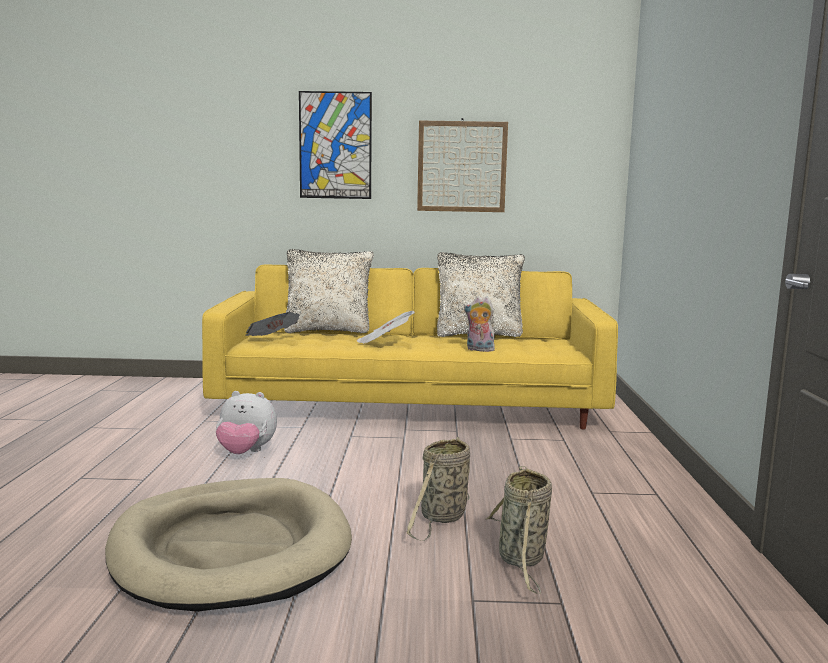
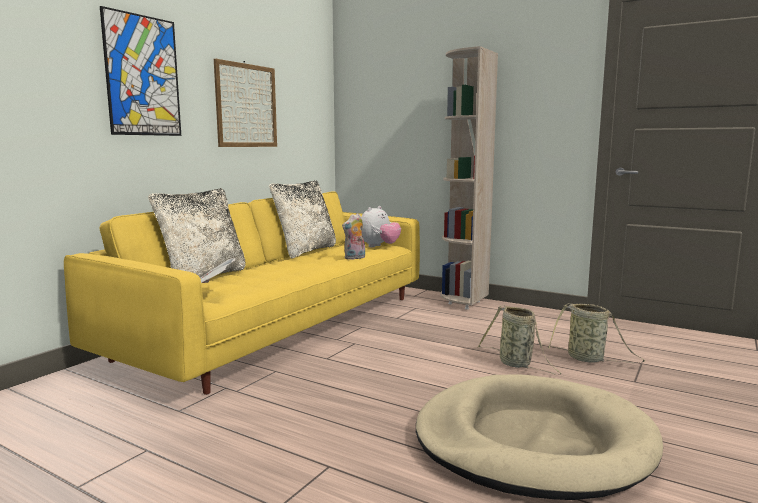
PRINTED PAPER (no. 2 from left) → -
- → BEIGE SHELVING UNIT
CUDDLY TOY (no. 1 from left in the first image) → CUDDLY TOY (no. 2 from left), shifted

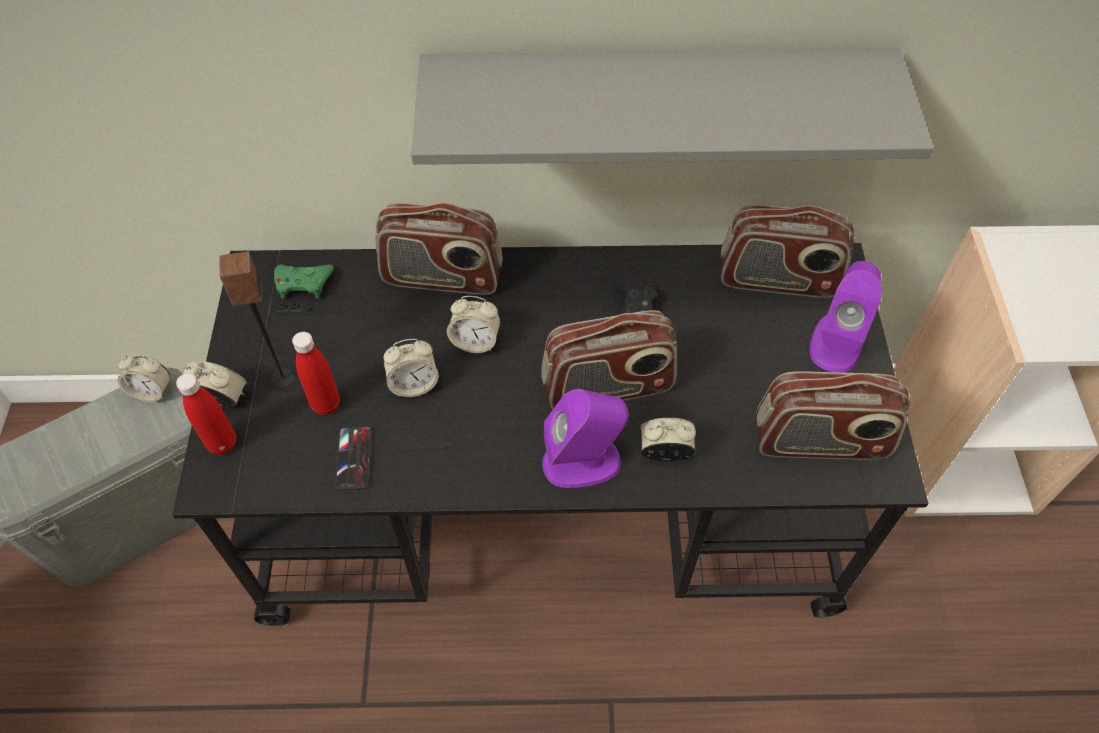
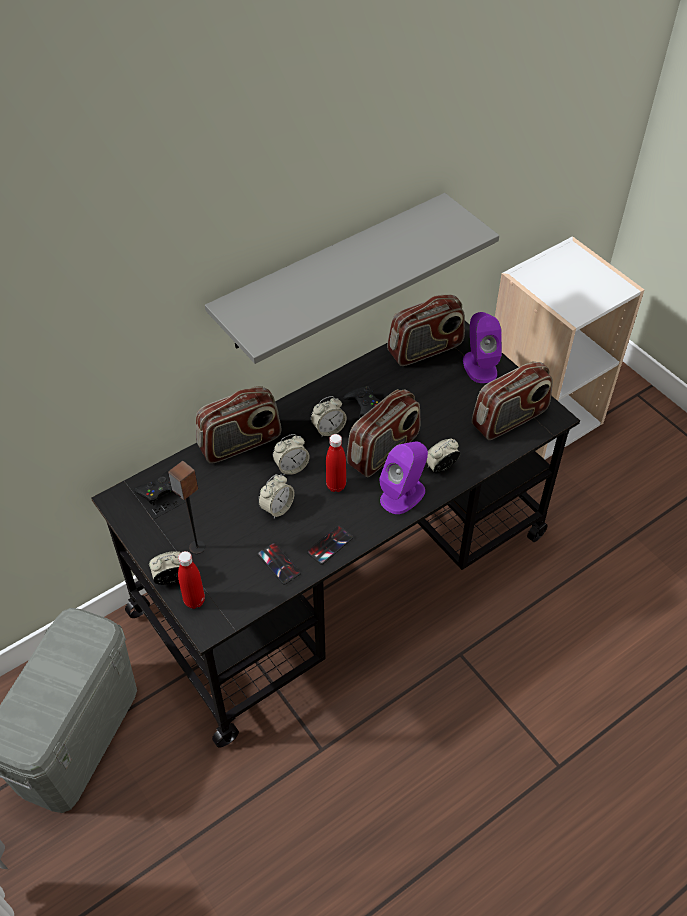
- → TELEPHONE (no. 2 from left)
ALARM CLOCK (no. 1 from left in the first image) → ALARM CLOCK (no. 4 from left), shifted
REDDISH BEVERAGE BOTTLE (no. 2 from left), shifted
GREENISH GAME CONTROLLER → BLACK-COLOURED GAME CONTROLLER (no. 1 from left)

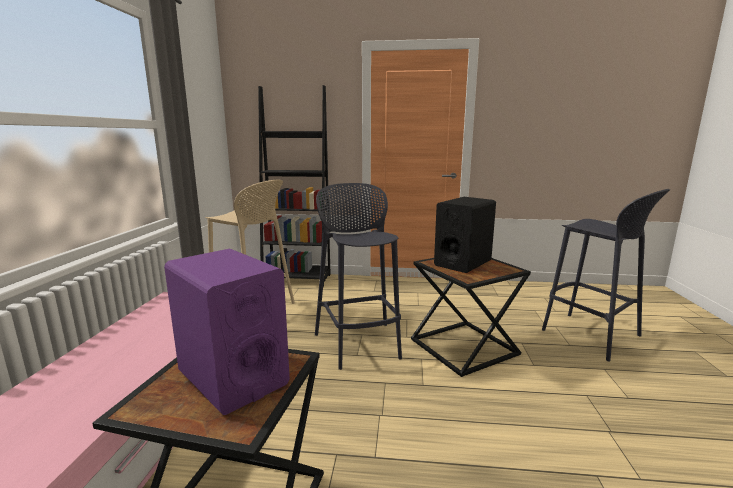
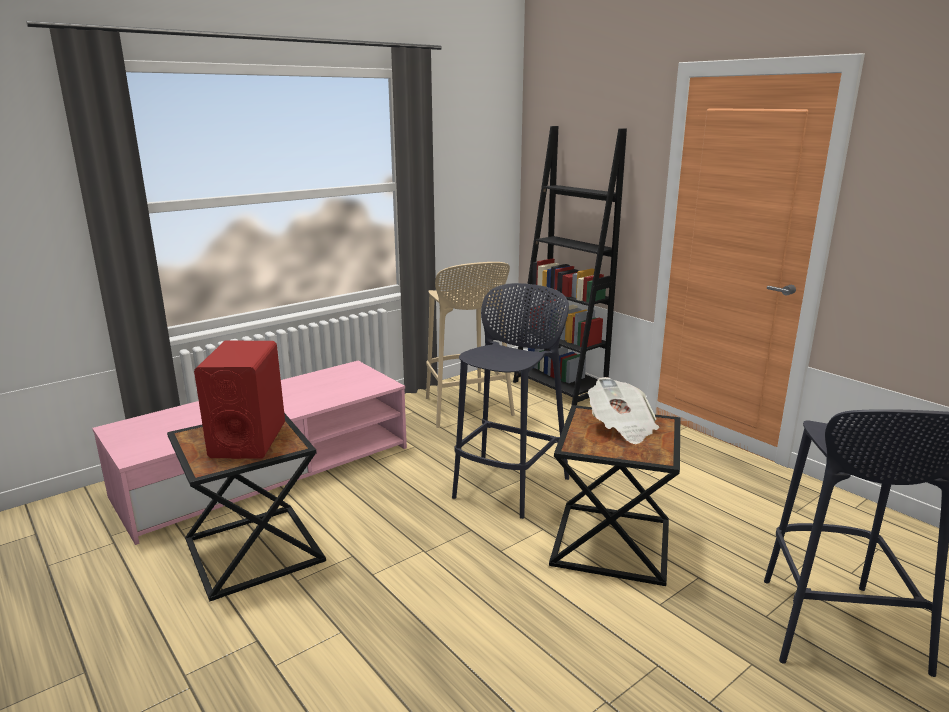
BLACK-COLOURED SPEAKER → PRINTED PAPER
PURPLISH SPEAKER → REDDISH SPEAKER

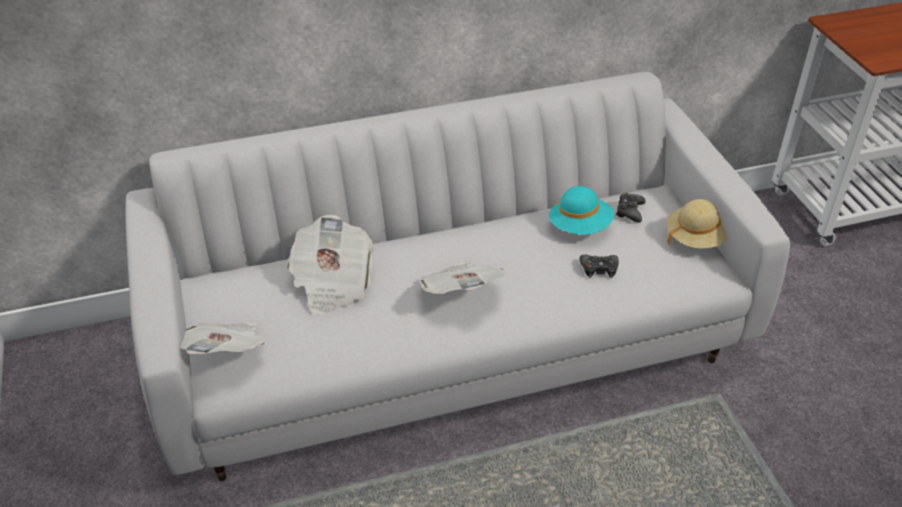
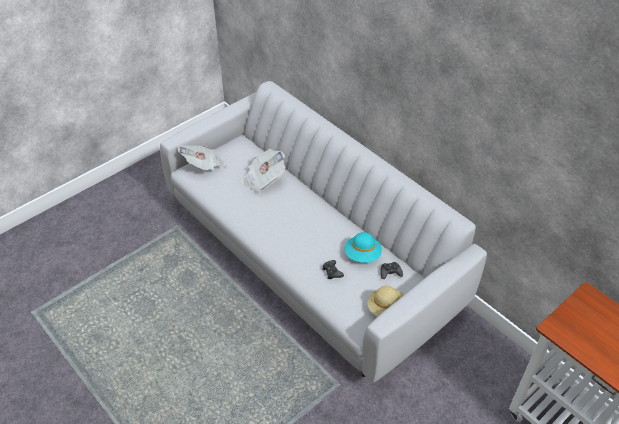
PRINTED PAPER (no. 3 from left) → -

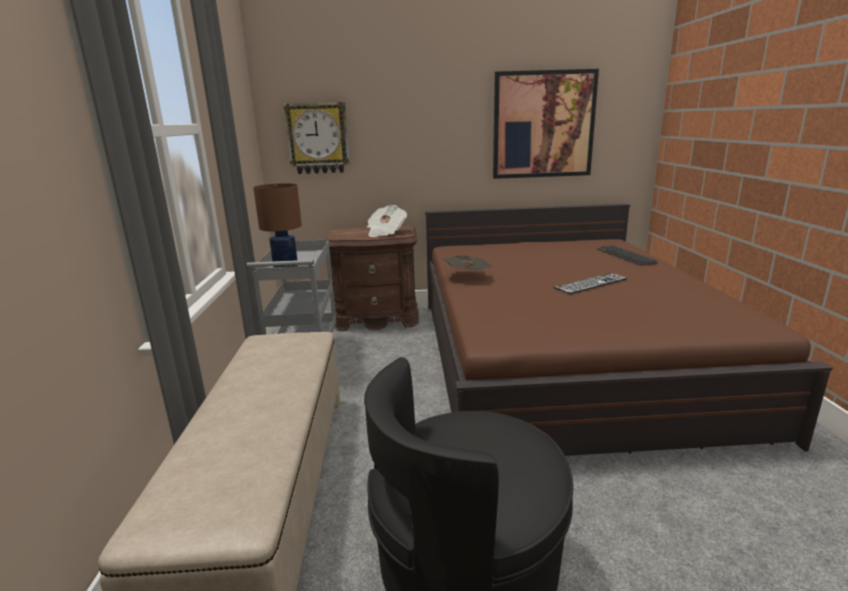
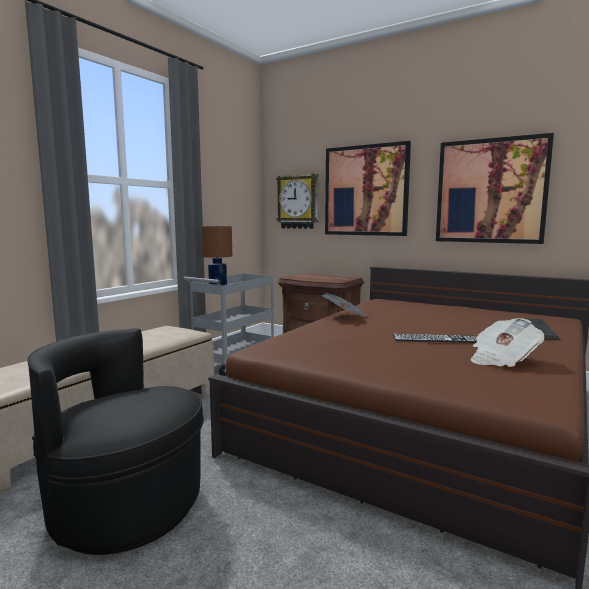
- → WALL ART (no. 1 from left)
PRINTED PAPER (no. 1 from left in the first image) → PRINTED PAPER (no. 2 from left), shifted

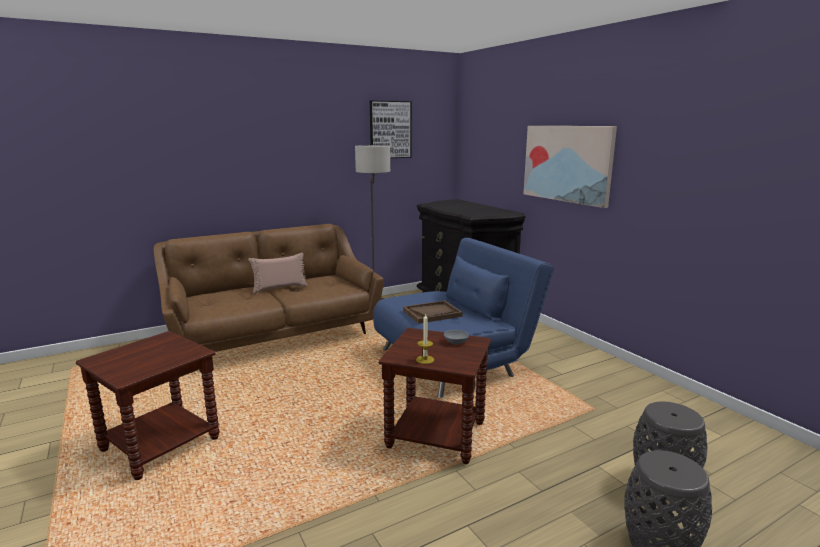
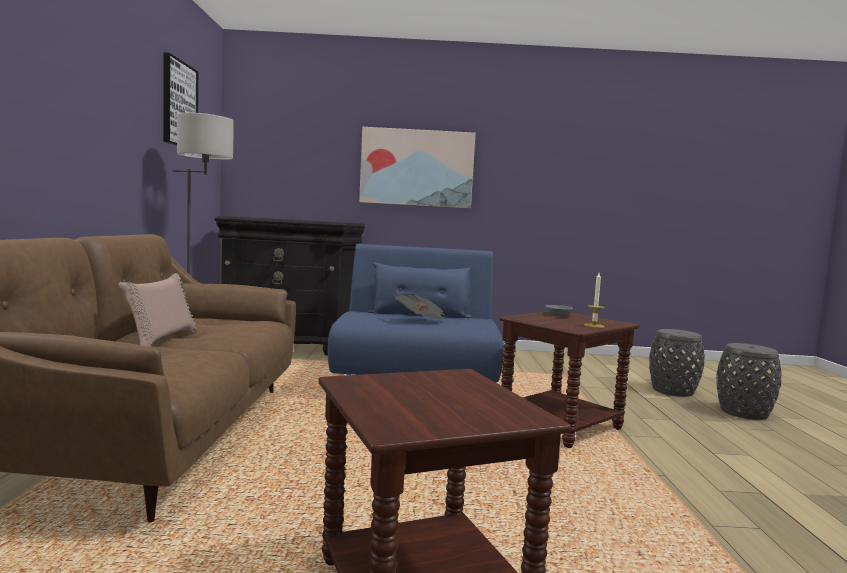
BROWN SERVING TRAY → PRINTED PAPER

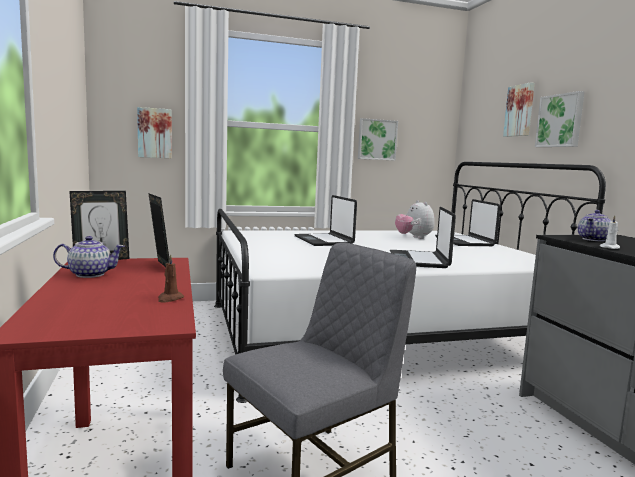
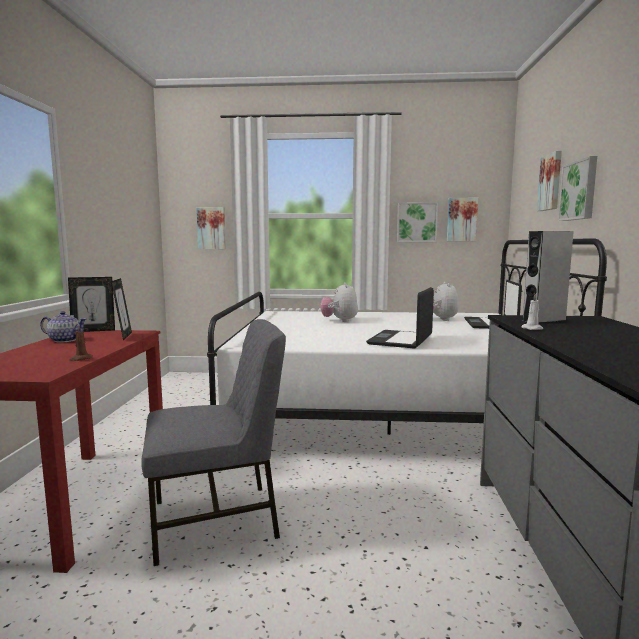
- → WALL ART (no. 3 from left)
NOTEBOOK COMPUTER (no. 1 from left) → CUDDLY TOY (no. 1 from left)
TEA POT (no. 2 from left) → GRAY SPEAKER

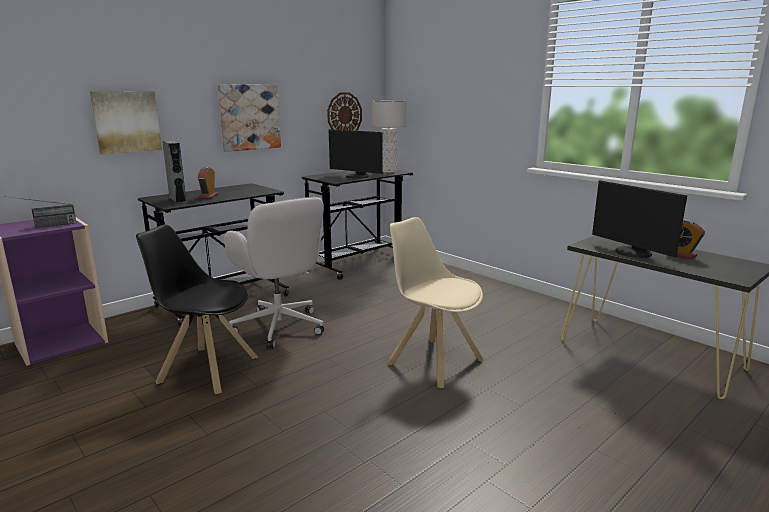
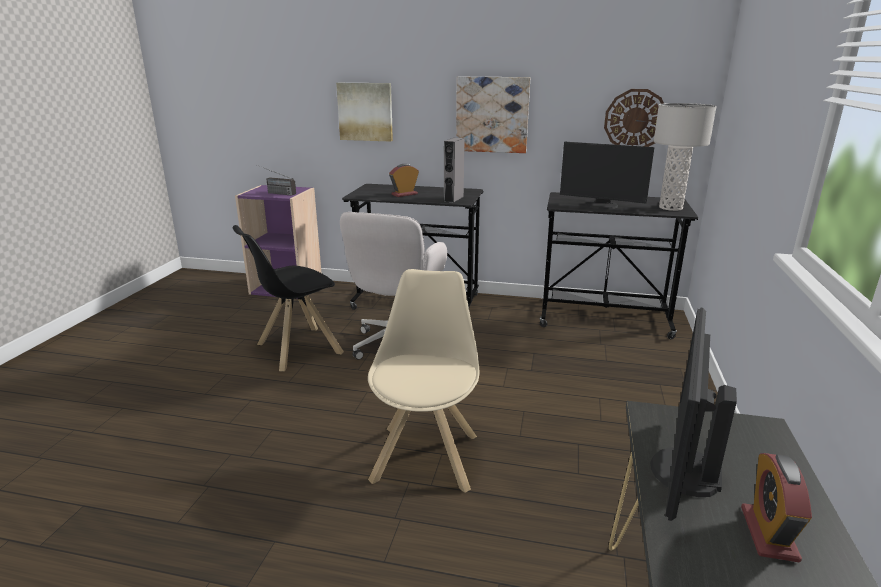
GRAY SPEAKER, shifted
BLACK-COLOURED CHAIR, 105 degrees counterclockwise
COMPUTER SCREEN (no. 1 from left), 60 degrees counterclockwise

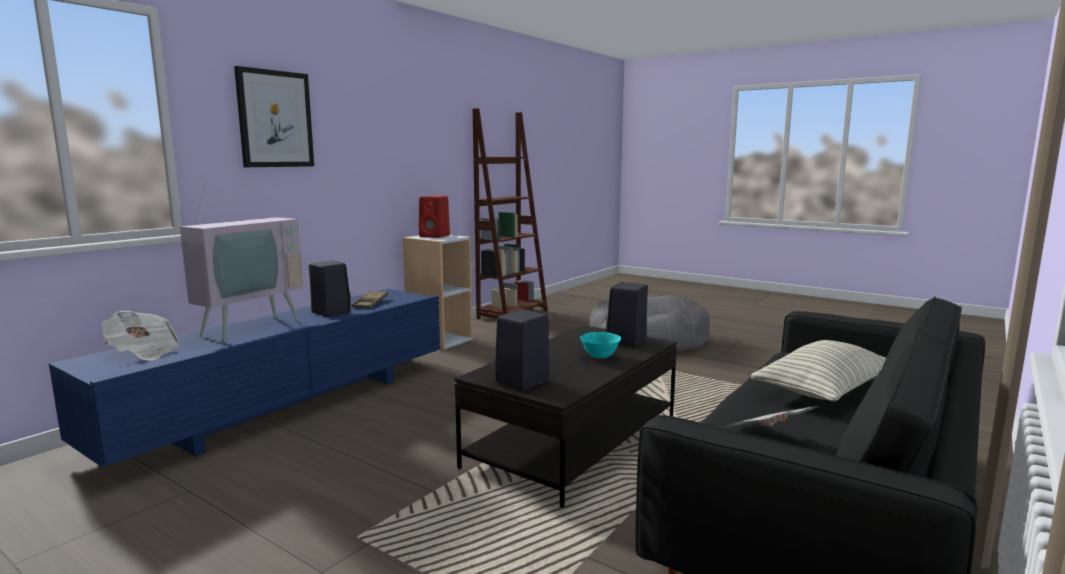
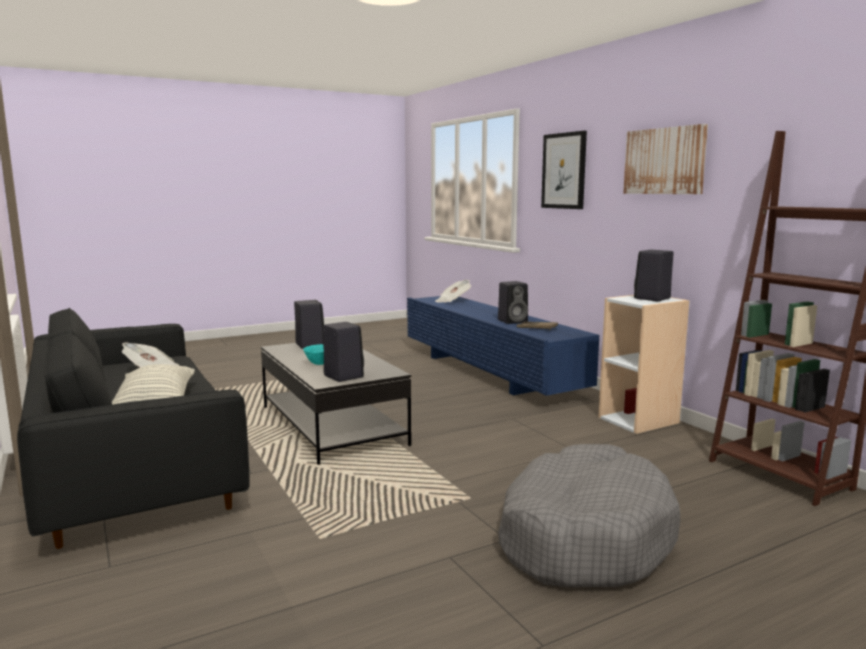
TV SET → -
- → WALL ART (no. 2 from left)
REDDISH SPEAKER → BLACK-COLOURED SPEAKER (no. 4 from left)

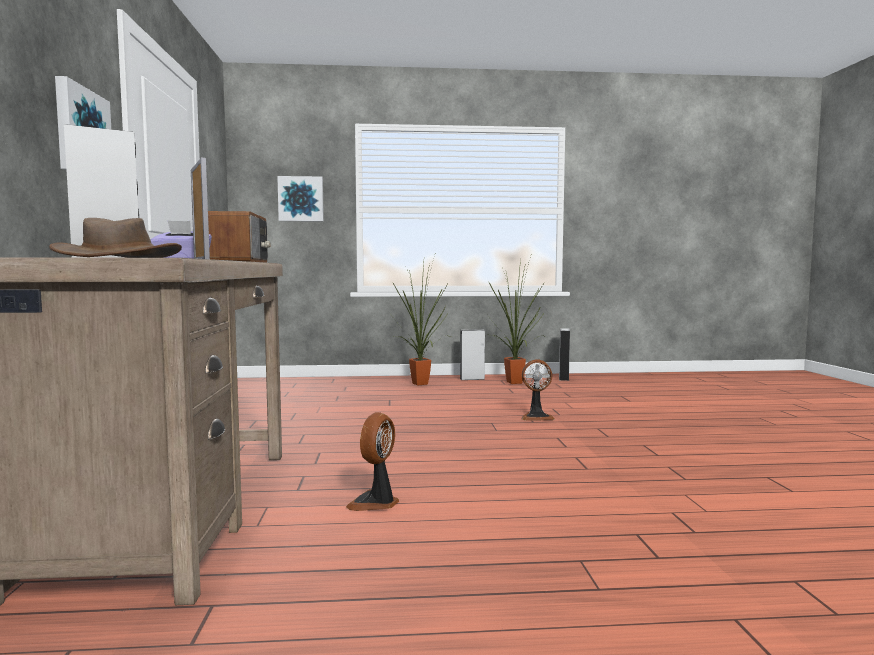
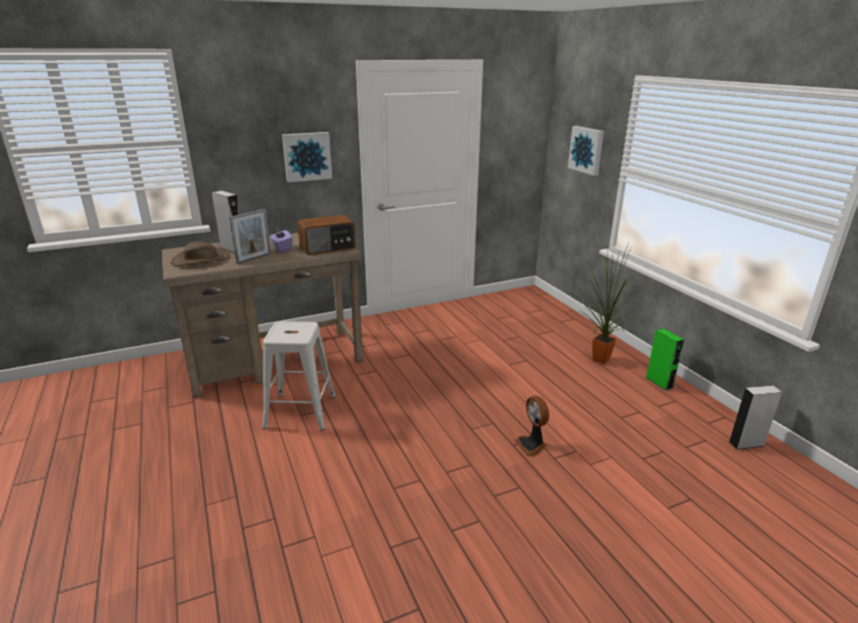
HOUSEPLANT (no. 2 from left) → -
COOLING FAN (no. 1 from left) → WHITISH STOOL SEAT
GRAY SPEAKER (no. 2 from left) → GREENISH SPEAKER

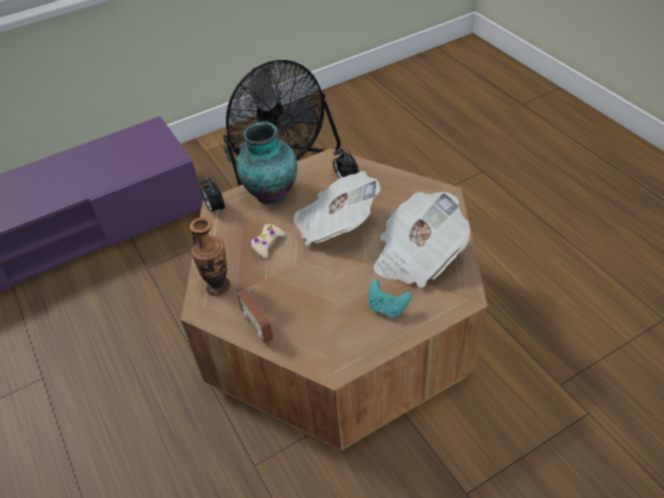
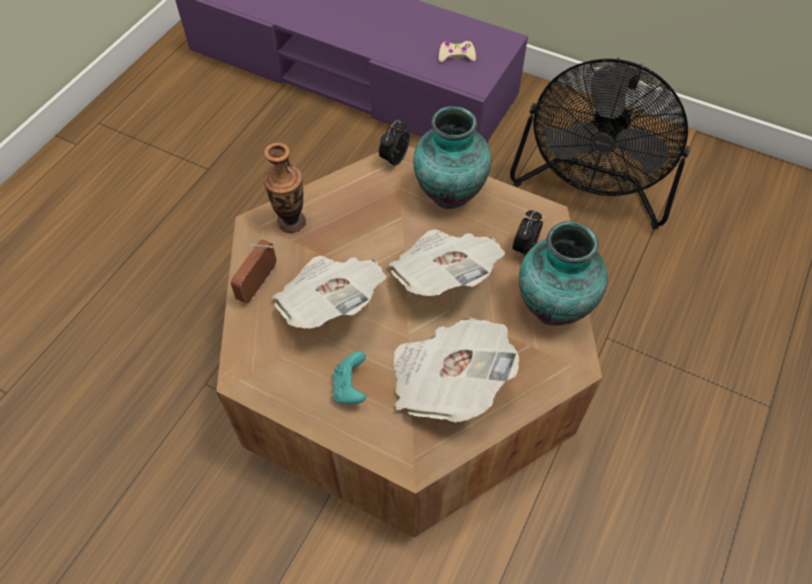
- → PRINTED PAPER (no. 1 from left)
- → VASE (no. 3 from left)
BEIGE GAME CONTROLLER, shifted

